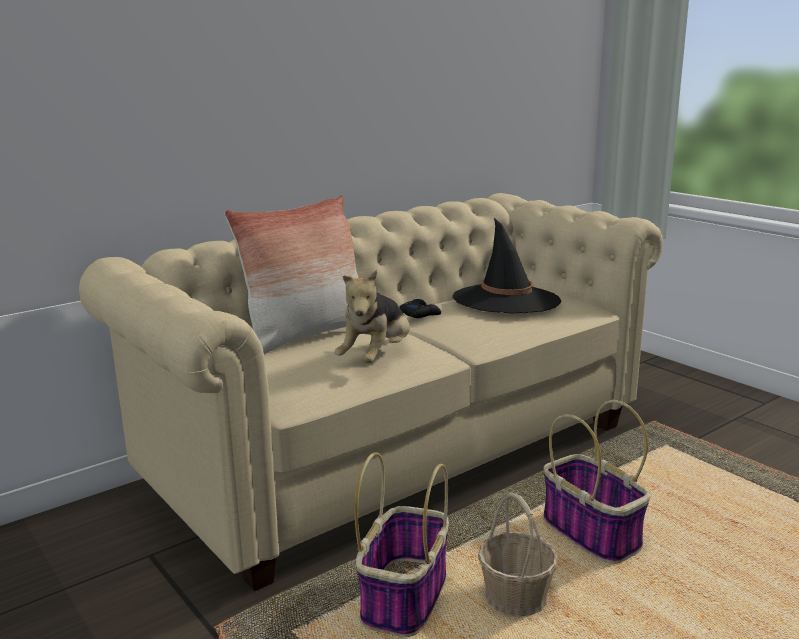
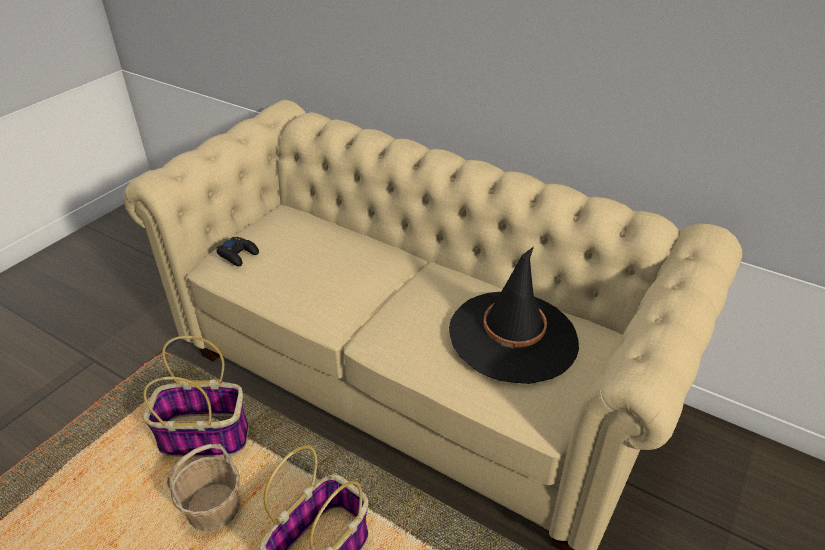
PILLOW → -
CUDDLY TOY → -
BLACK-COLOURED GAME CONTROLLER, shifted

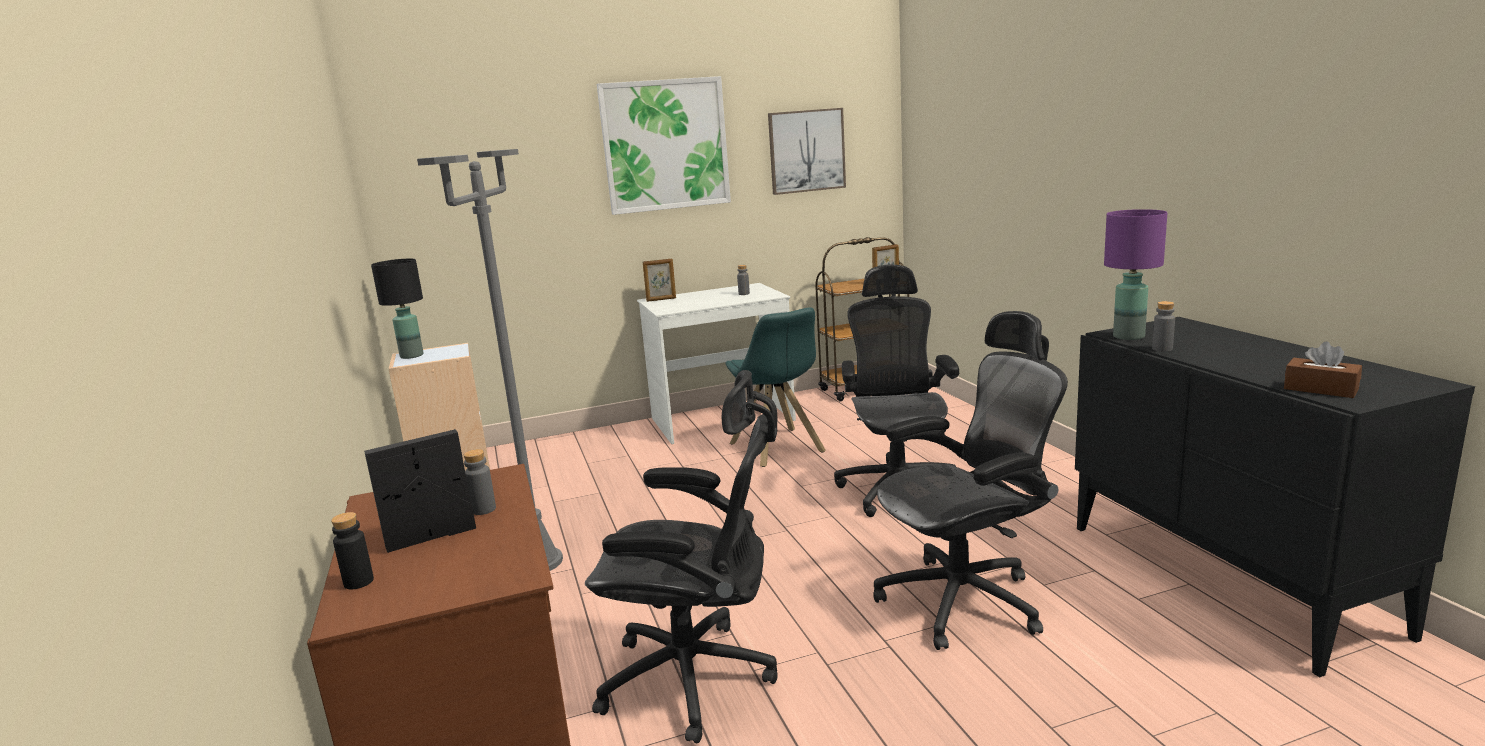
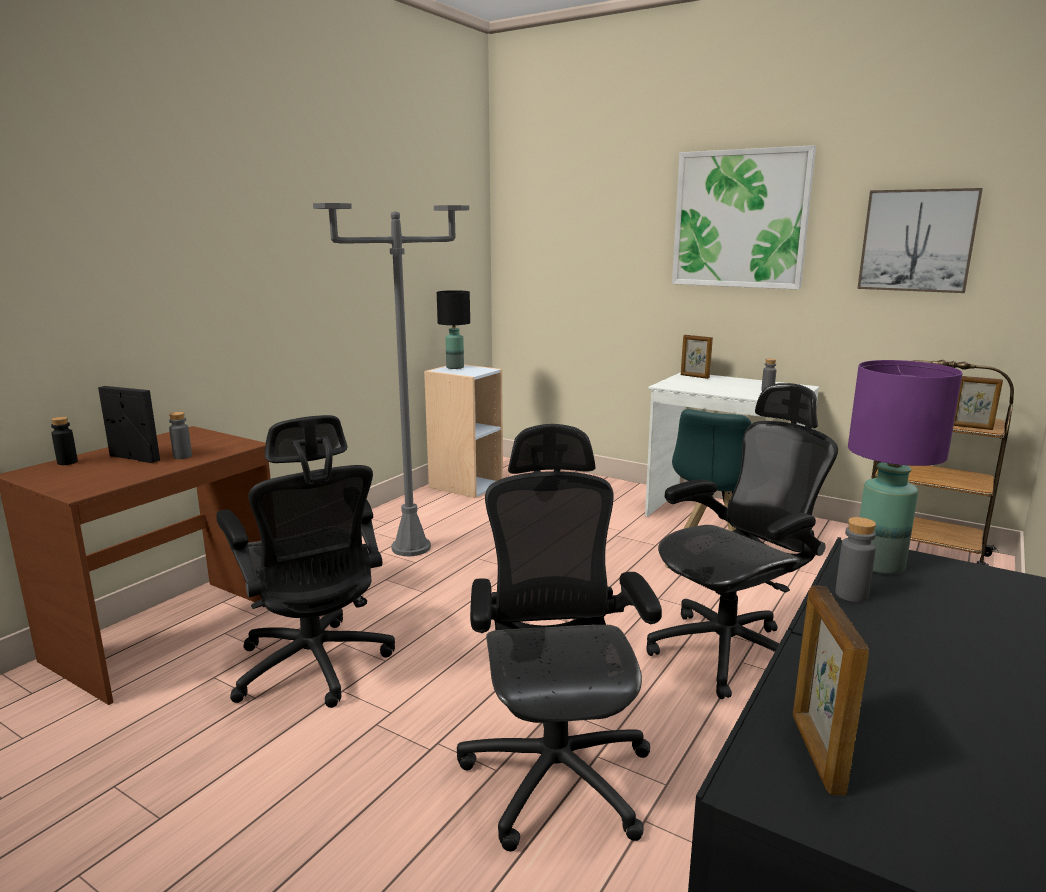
BROWN TISSUE BOX → PICTURE FRAME (no. 3 from left)
COMPUTER CHAIR (no. 3 from left in the first image) → COMPUTER CHAIR (no. 2 from left), 120 degrees counterclockwise

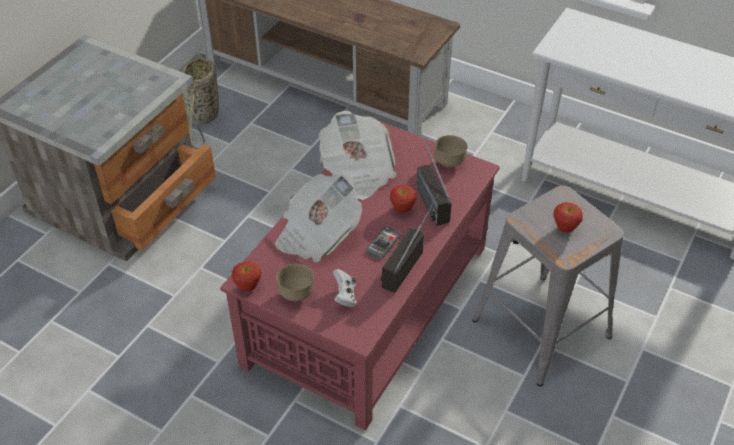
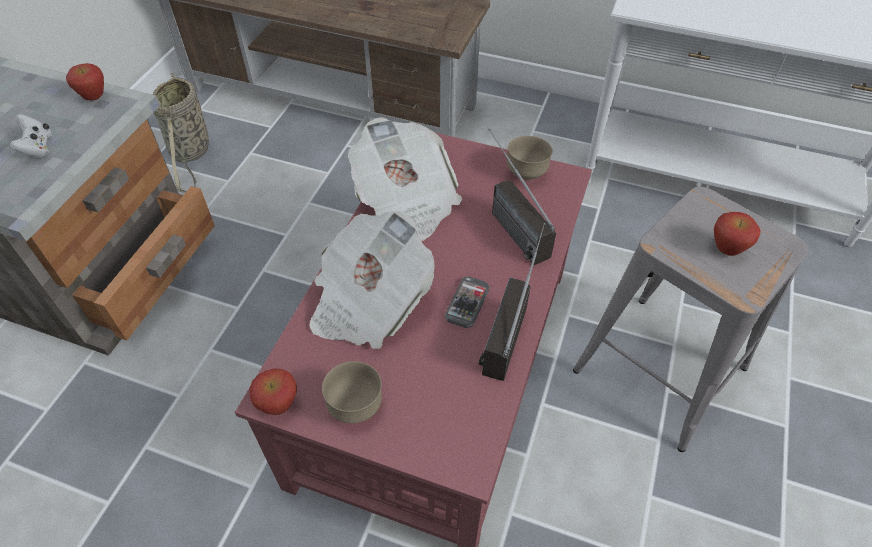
WHITISH GAME CONTROLLER, shifted
APPLE (no. 2 from left in the first image) → APPLE (no. 1 from left), shifted

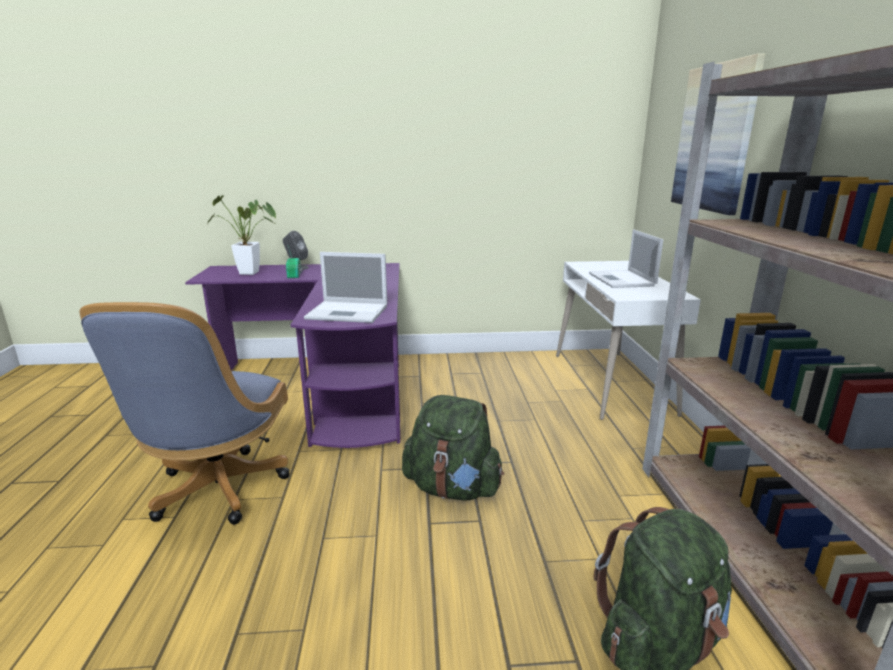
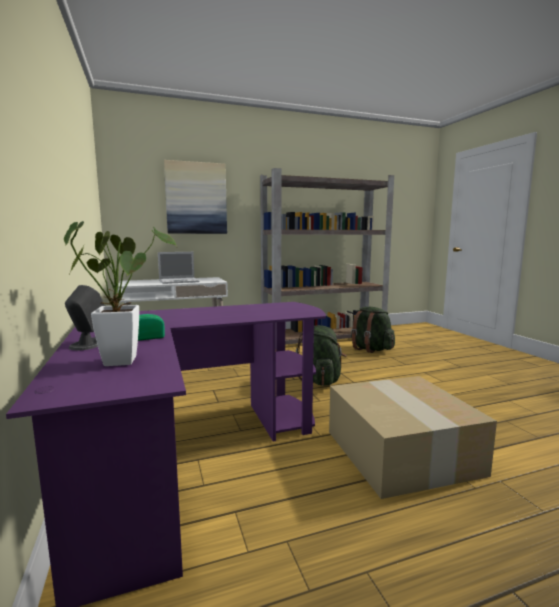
NOTEBOOK COMPUTER (no. 1 from left) → -
BLUISH COMPUTER CHAIR → PACKING BOX

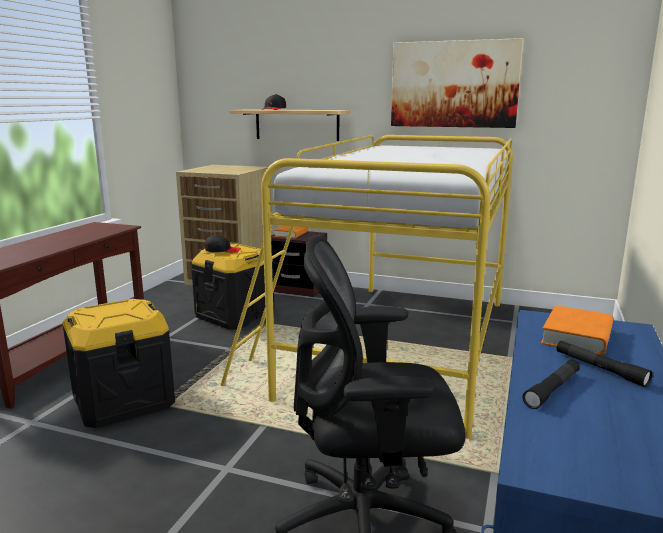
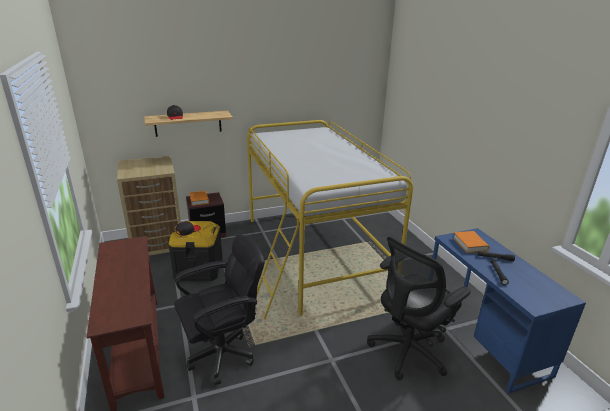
WALL ART → -
BLACK-COLOURED STORAGE BIN (no. 1 from left) → BLACK-COLOURED COMPUTER CHAIR (no. 1 from left)

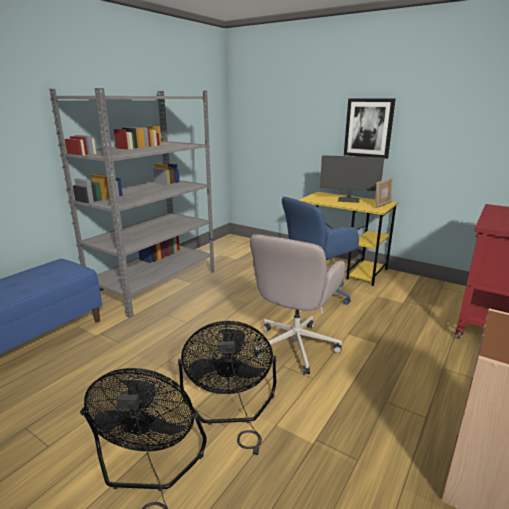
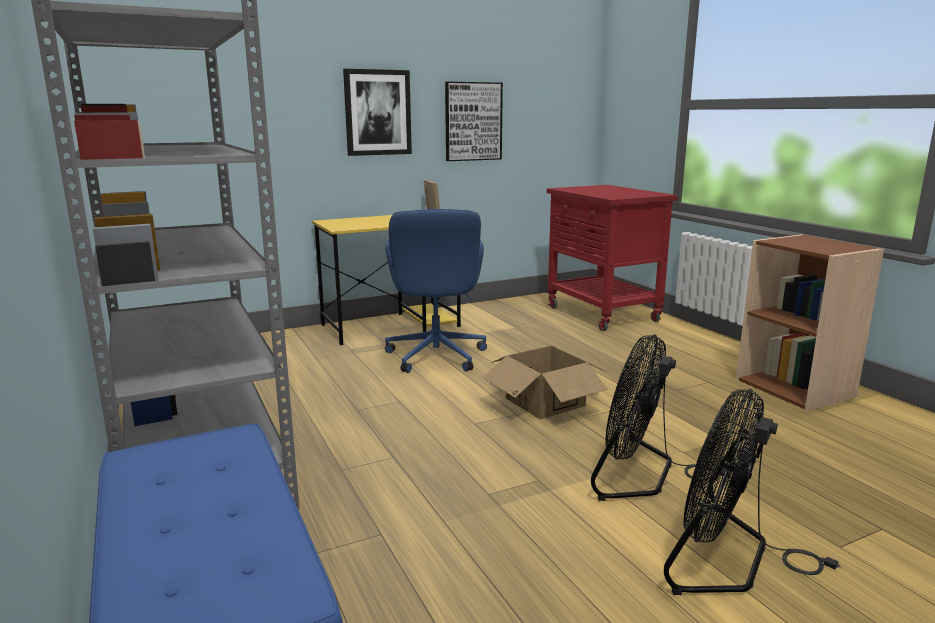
COMPUTER SCREEN → -
- → WALL ART (no. 2 from left)
GRAY COMPUTER CHAIR → PACKING BOX

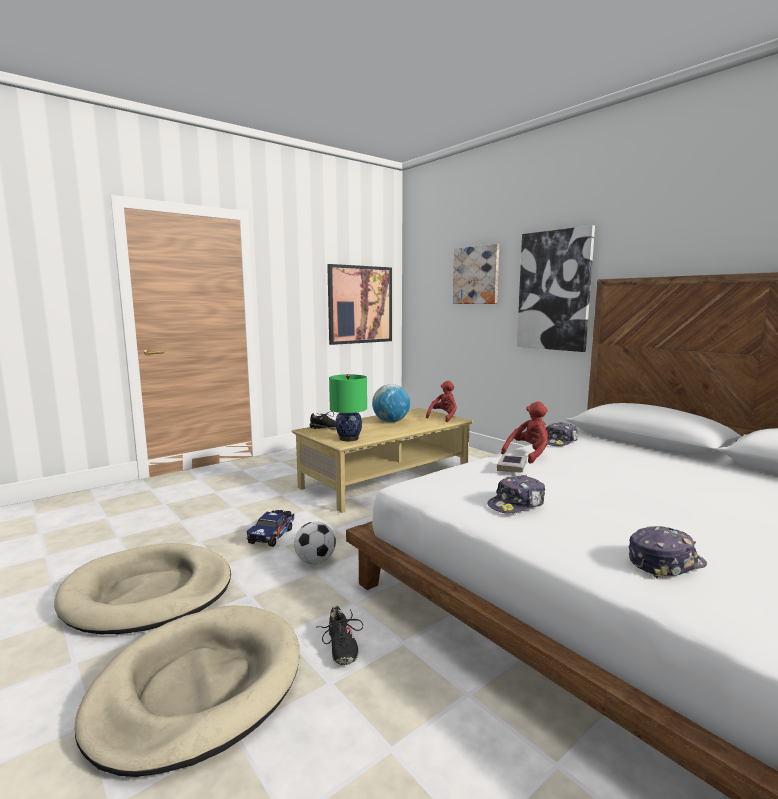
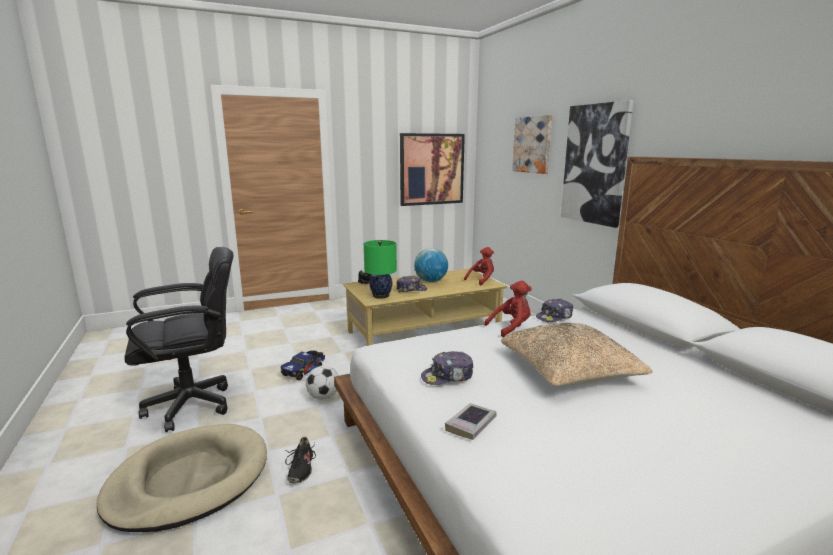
- → BEIGE PILLOW
BOUND BOOK, shifted
PEAKED CAP (no. 3 from left in the first image) → PEAKED CAP (no. 1 from left), shifted
BEIGE PET BED (no. 1 from left) → BLACK-COLOURED COMPUTER CHAIR

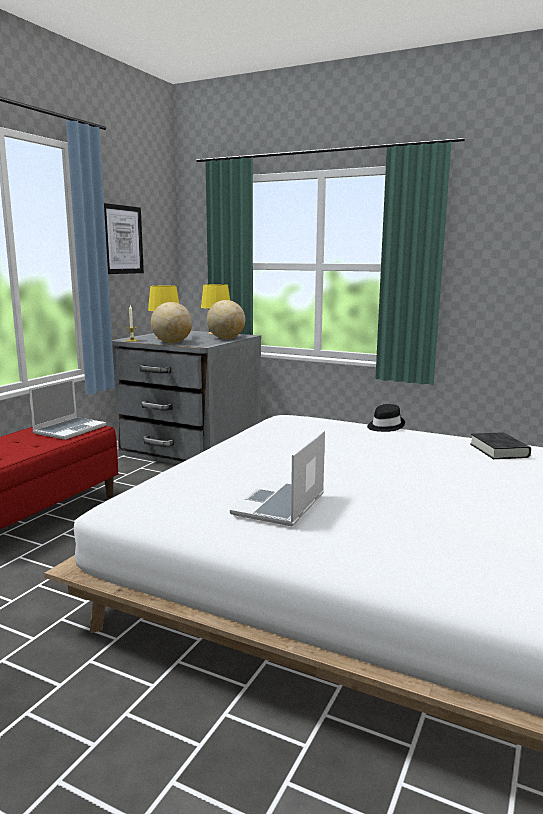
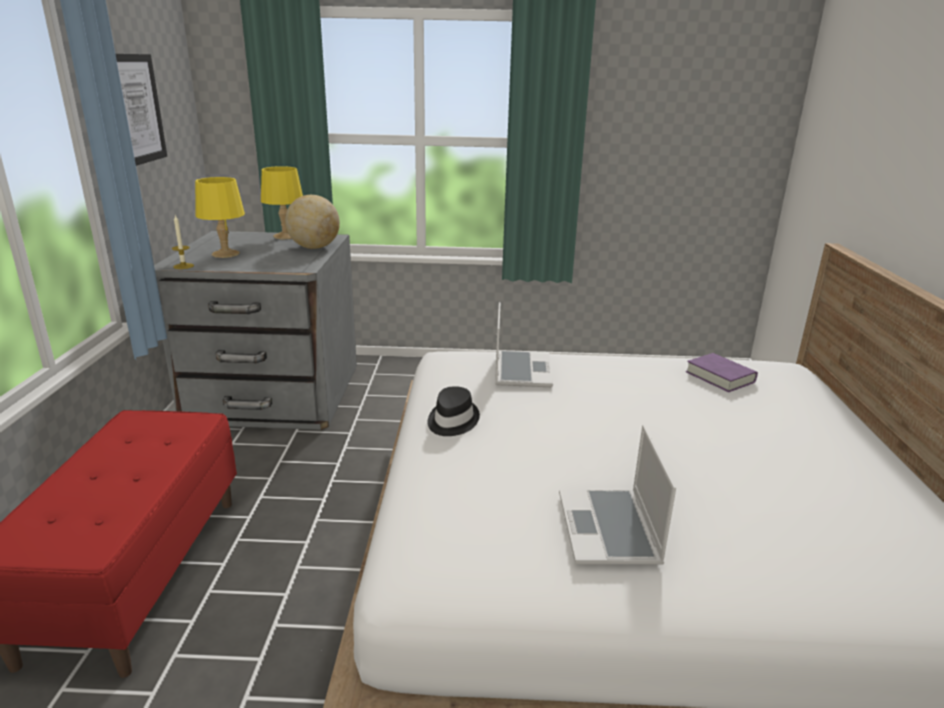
GLOBE (no. 1 from left) → -
NOTEBOOK COMPUTER (no. 1 from left), shifted
BLACK-COLOURED HAT, shifted
BLACK-COLOURED BOUND BOOK → PURPLISH BOUND BOOK

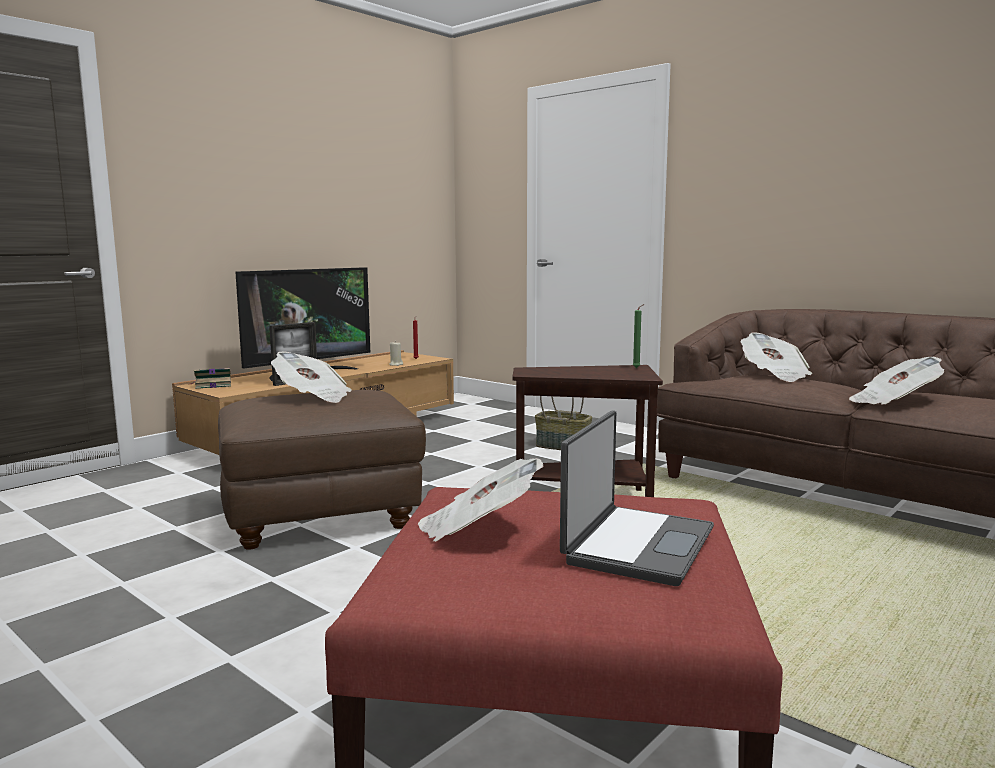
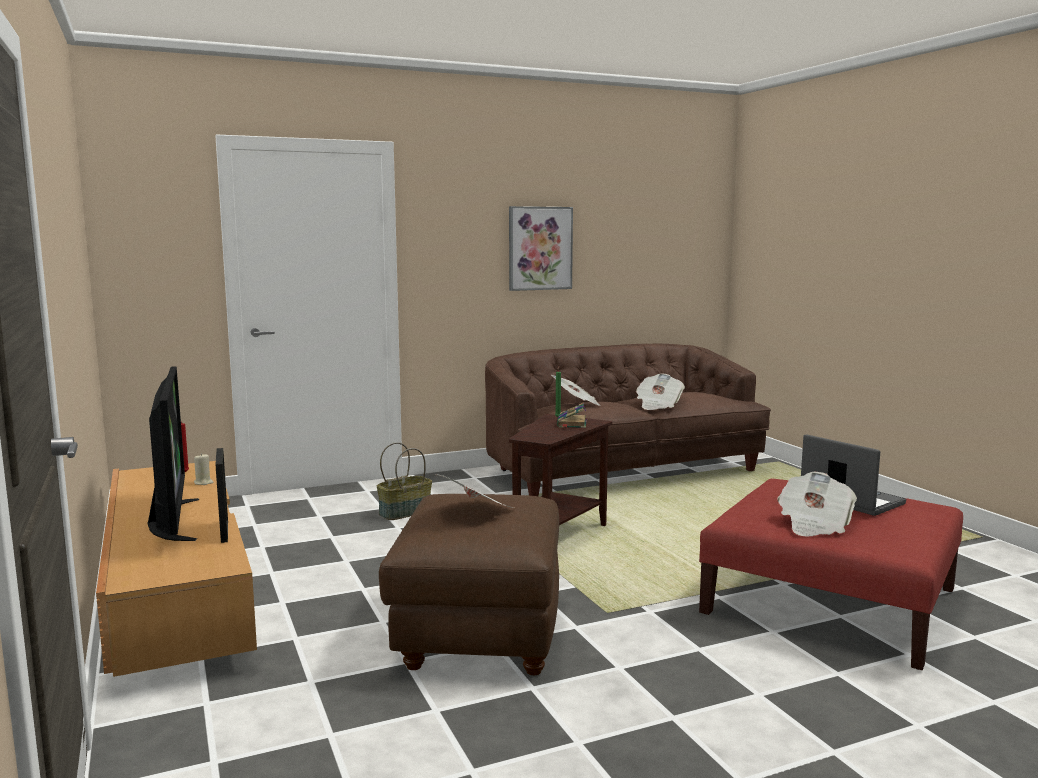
- → WALL ART
BOUND BOOK, shifted

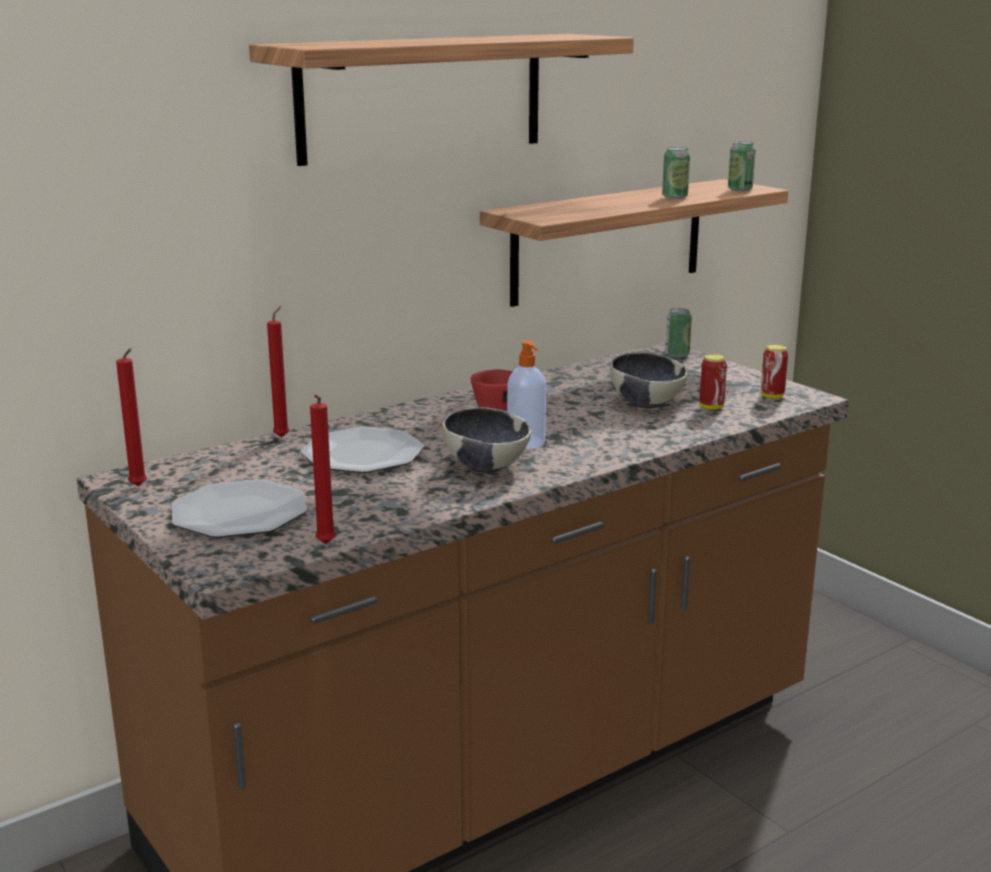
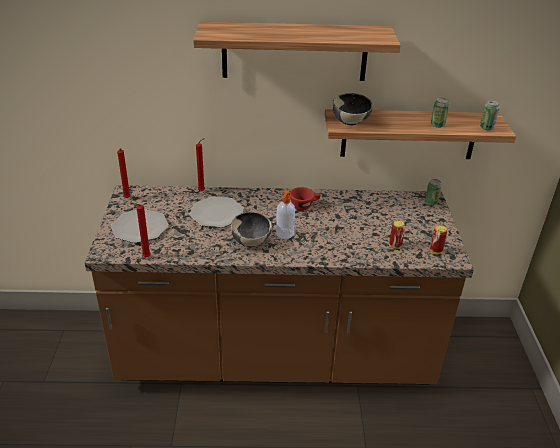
DEEP DISH (no. 2 from left), shifted

